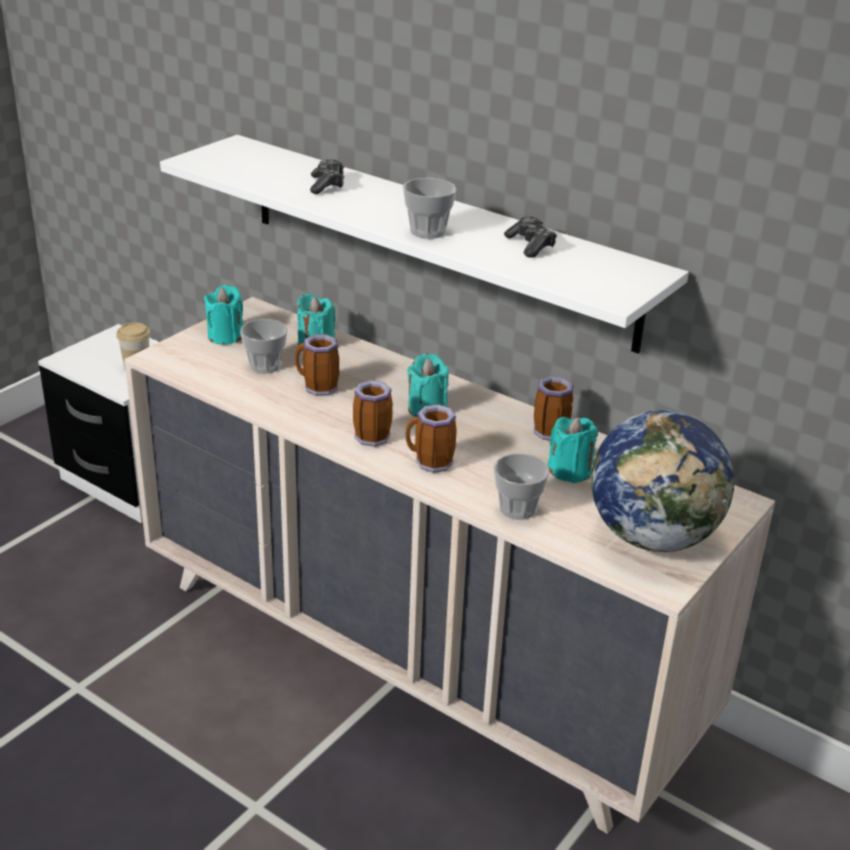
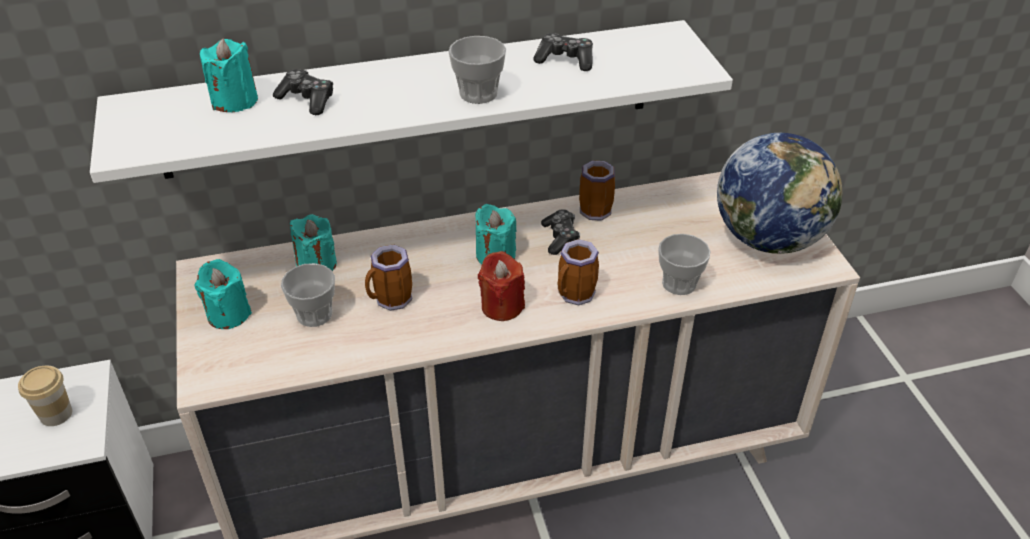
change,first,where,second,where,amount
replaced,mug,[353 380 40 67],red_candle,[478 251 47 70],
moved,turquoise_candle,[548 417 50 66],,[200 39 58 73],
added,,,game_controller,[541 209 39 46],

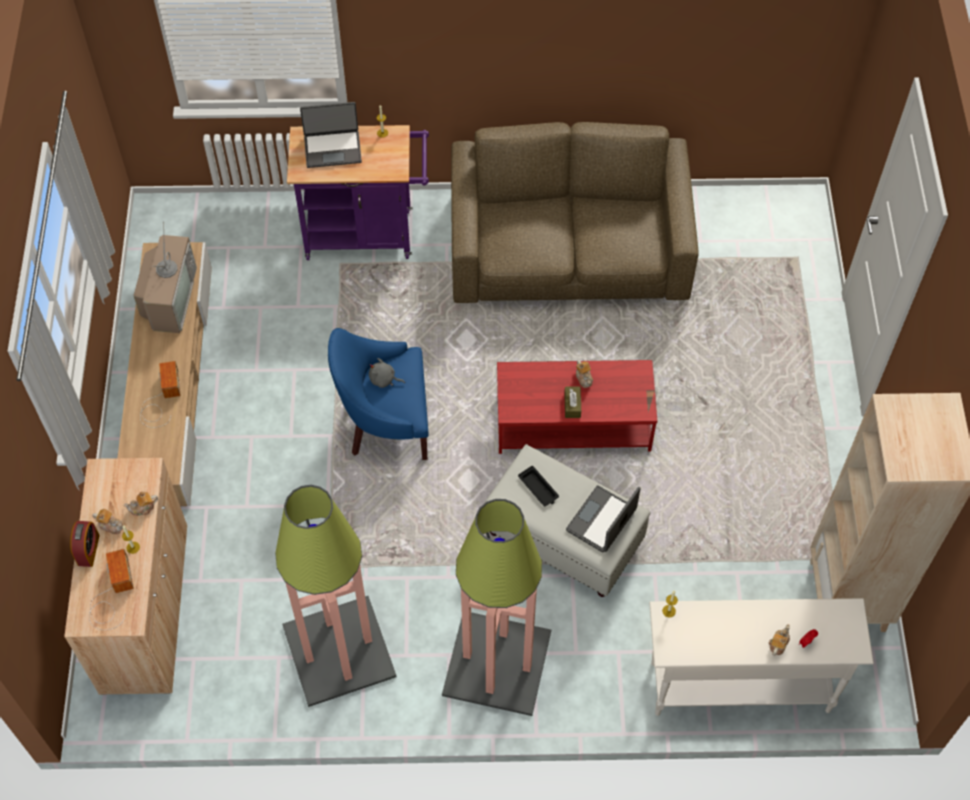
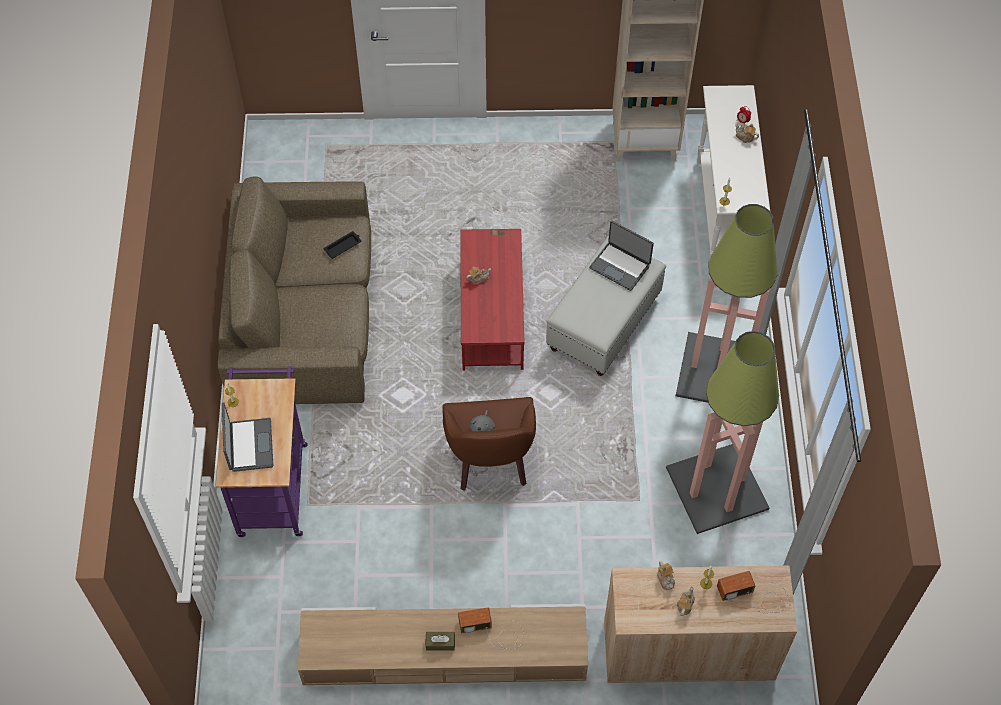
change,first,where,second,where,amount
removed,alarm_clock,[70 521 30 46],,,
removed,television,[134 222 63 111],,,
recoloured,blue_armchair,[328 328 100 132],brown_armchair,[442 397 94 94],
moved,black_tray,[518 466 41 40],,[324 231 37 28],
moved,brown_tissue_box,[564 387 17 31],,[425 632 30 19],

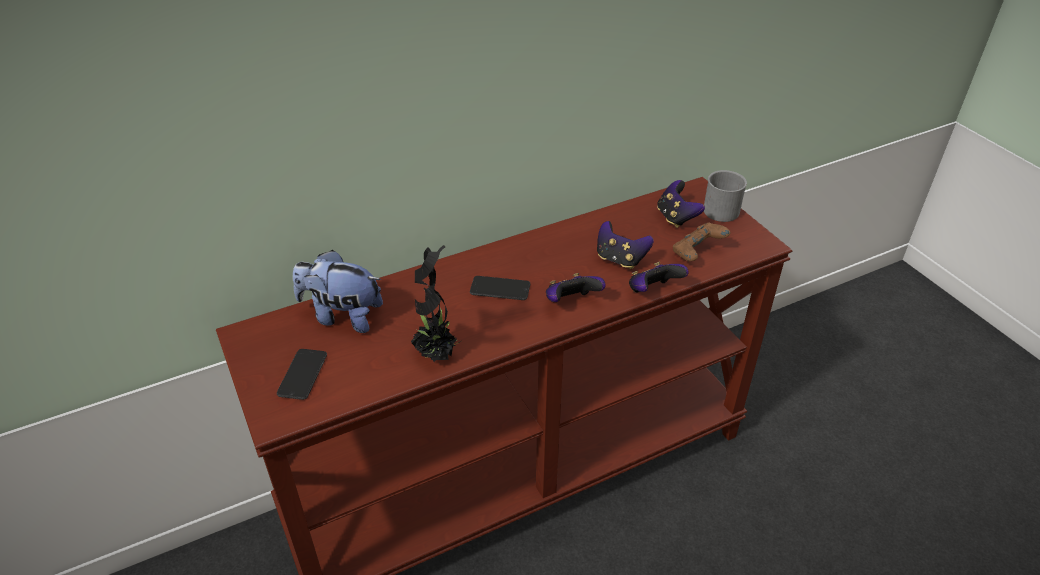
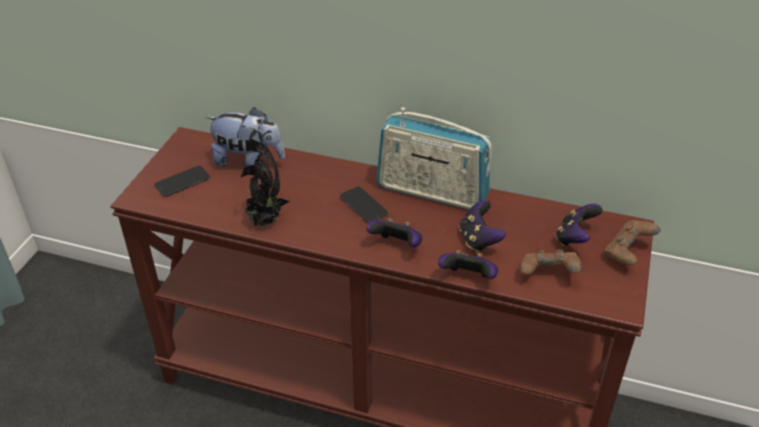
change,first,where,second,where,amount
turned,plush_toy,[293 250 90 83],,[205 107 80 60],135 degrees clockwise
replaced,grey_mug,[704 170 43 52],brown_game_controller,[604 220 57 46],
added,,,radio,[376 107 116 103],

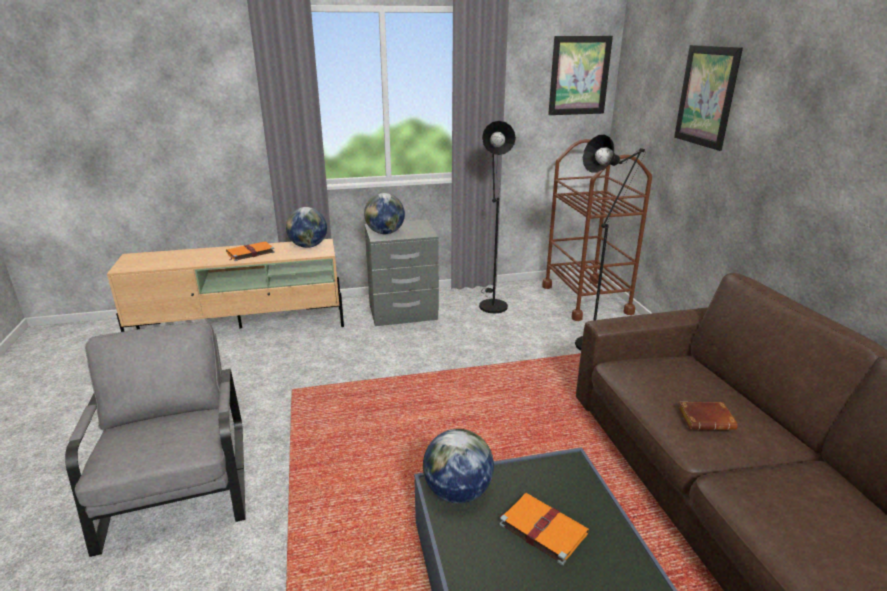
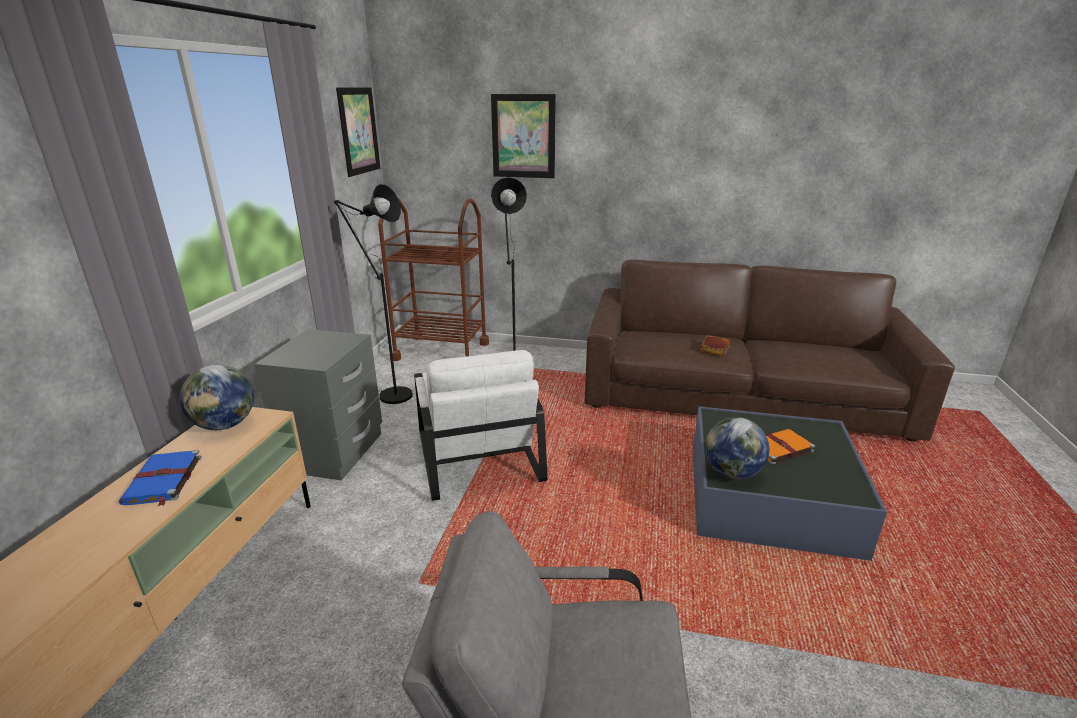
change,first,where,second,where,amount
recoloured,orange_book,[226 241 49 20],blue_book,[119 450 82 57],
removed,globe,[364 193 41 41],,,
added,,,white_armchair,[414 350 134 151],

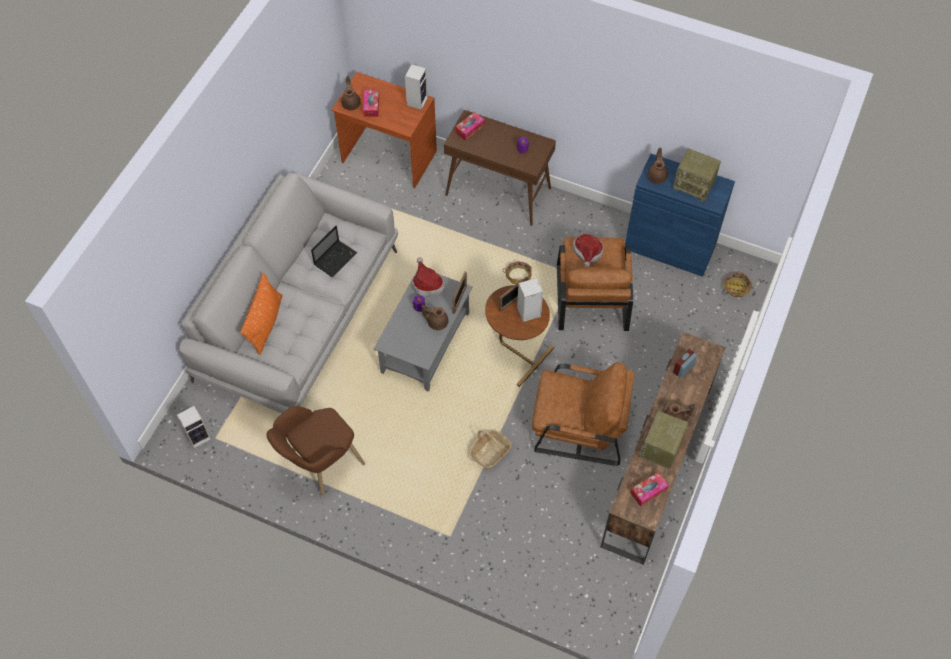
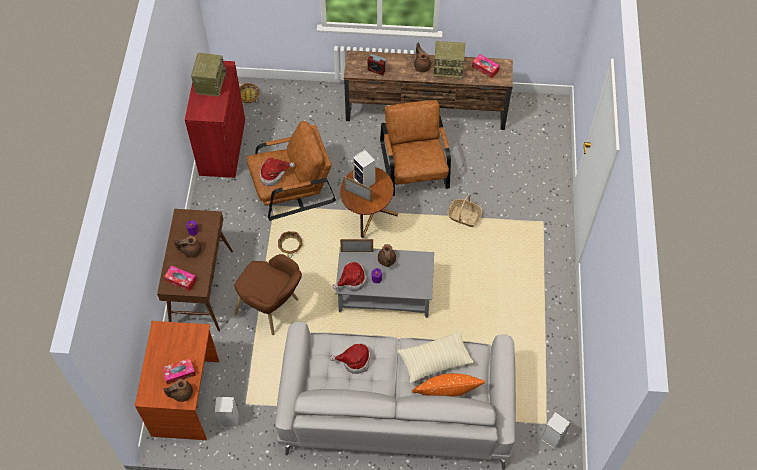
change,first,where,second,where,amount
moved,brown_armchair,[266 406 99 90],,[234 254 68 81],
replaced,laptop,[311 226 46 51],hat,[330 343 40 31],
moved,speaker,[405 64 23 46],,[215 397 24 31],
recoloured,blue_cabinet,[625 154 110 123],red_cabinet,[185 61 60 117],
moved,brown_teapot,[647 148 21 36],,[174 236 28 22],
added,,,beige_pillow,[397 330 77 53],

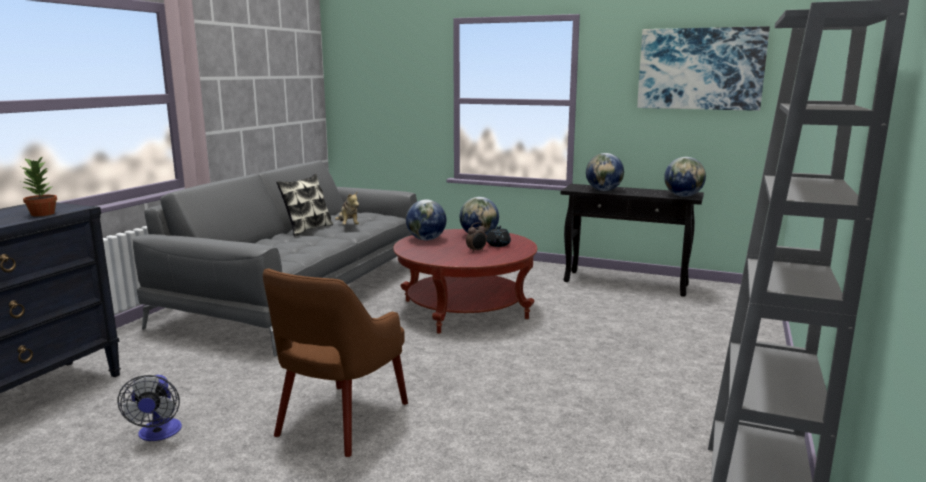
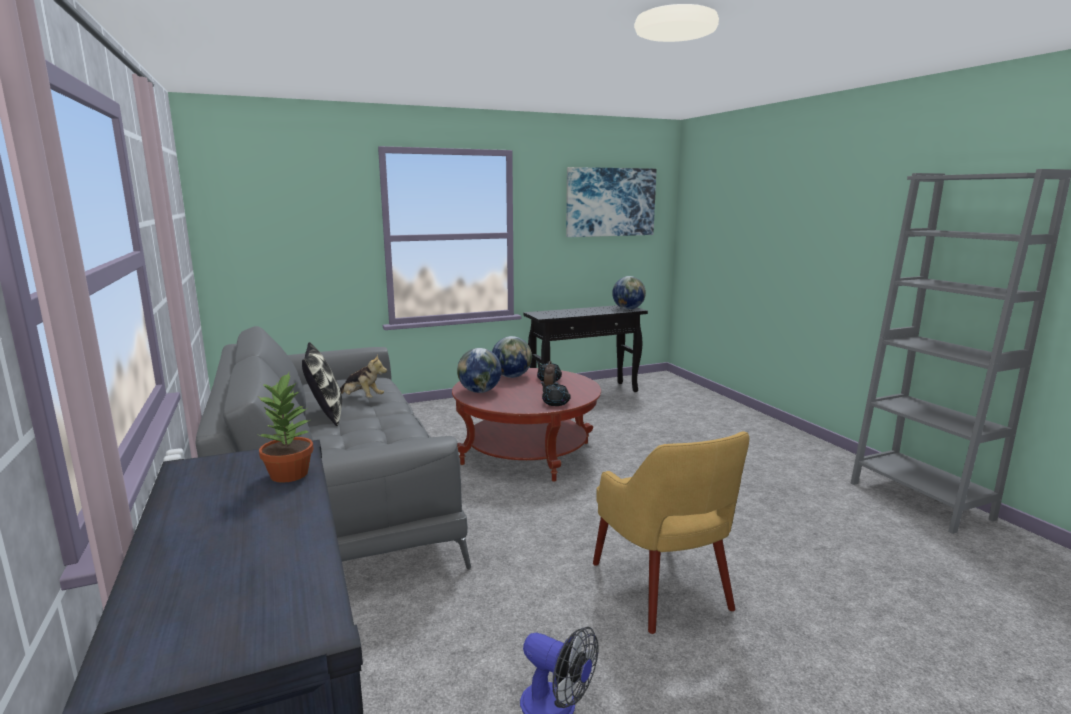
change,first,where,second,where,amount
recoloured,brown_armchair,[263 268 145 189],yellow_armchair,[593 431 157 203],
removed,globe,[586 153 38 38],,,
added,,,black_teapot,[541 382 30 24],

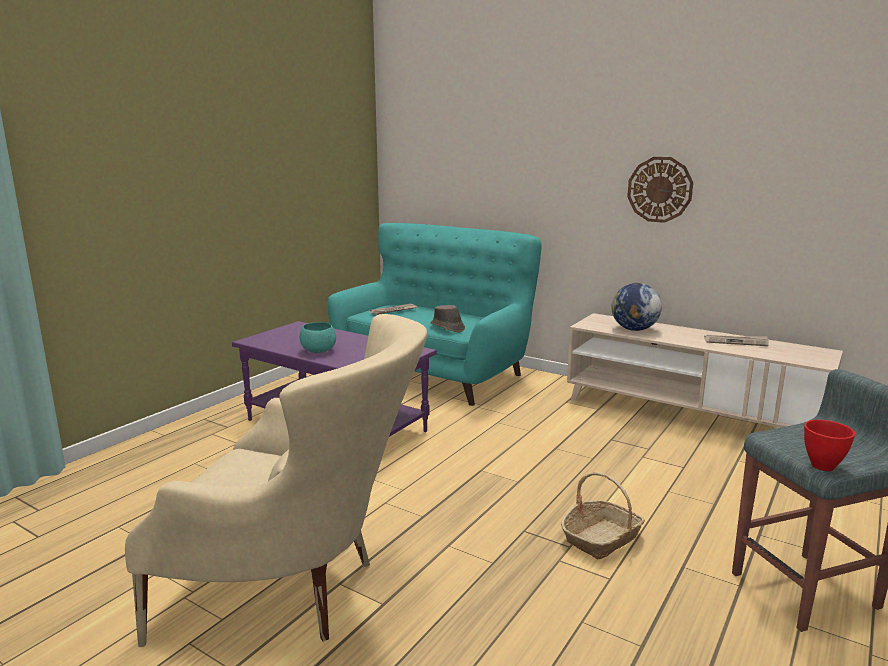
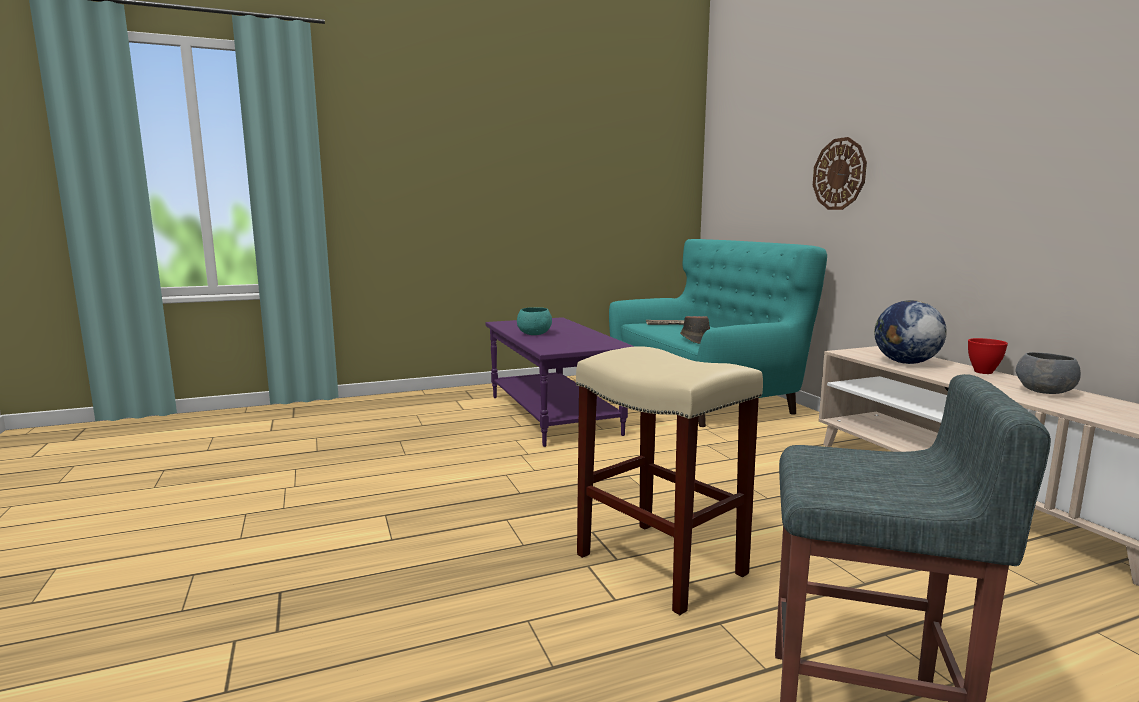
change,first,where,second,where,amount
removed,beige_armchair,[125 314 302 333],,,
replaced,basket,[561 472 84 87],beige_stool,[576 346 187 269],
moved,wall_clock,[627 157 66 66],,[813 137 54 73],
replaced,newspaper,[704 335 65 11],grey_bowl,[1016 352 65 42],
moved,red_bowl,[804 420 51 51],,[968 338 40 36],

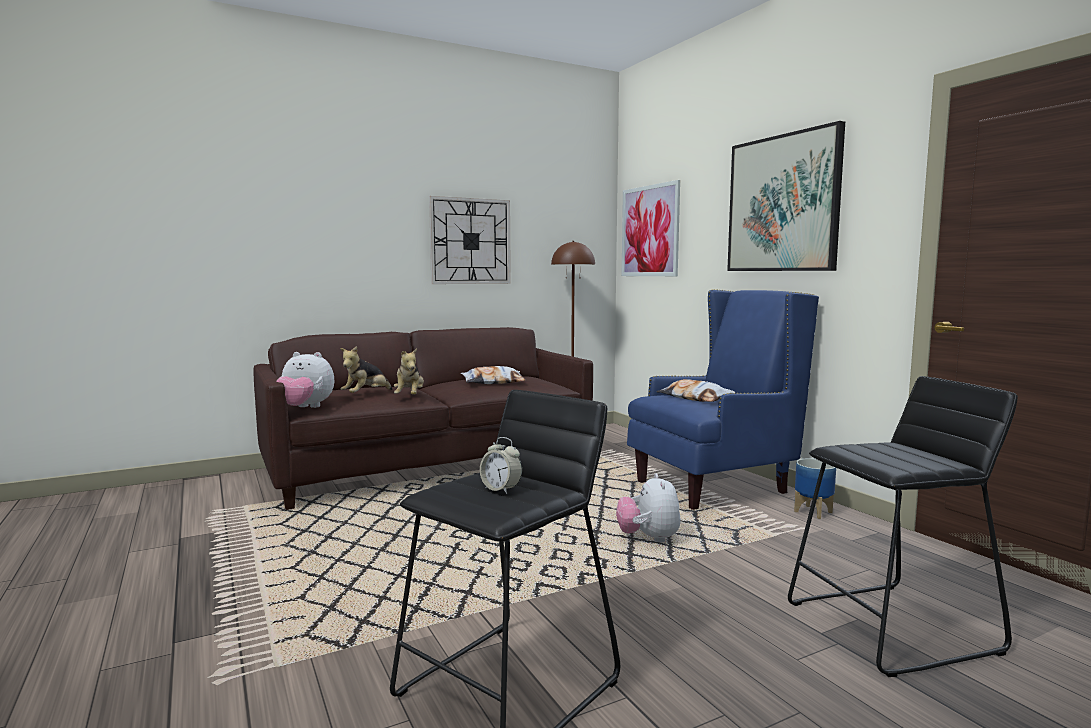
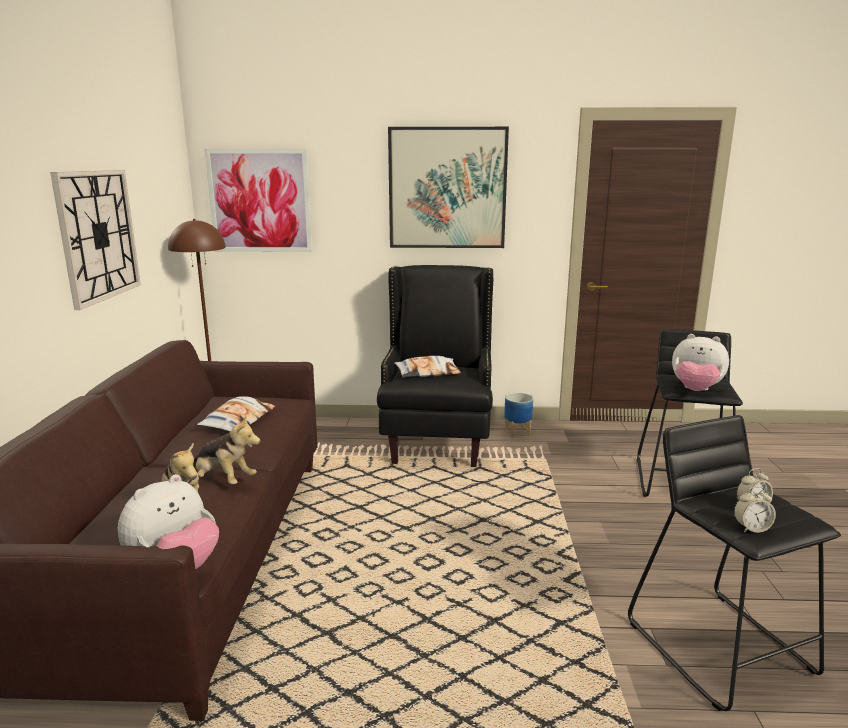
change,first,where,second,where,amount
moved,plush_toy,[616 473 65 69],,[672 334 57 57],
recoloured,blue_armchair,[627 289 192 221],black_armchair,[377 265 116 202],
added,,,alarm_clock,[734 486 42 47],

